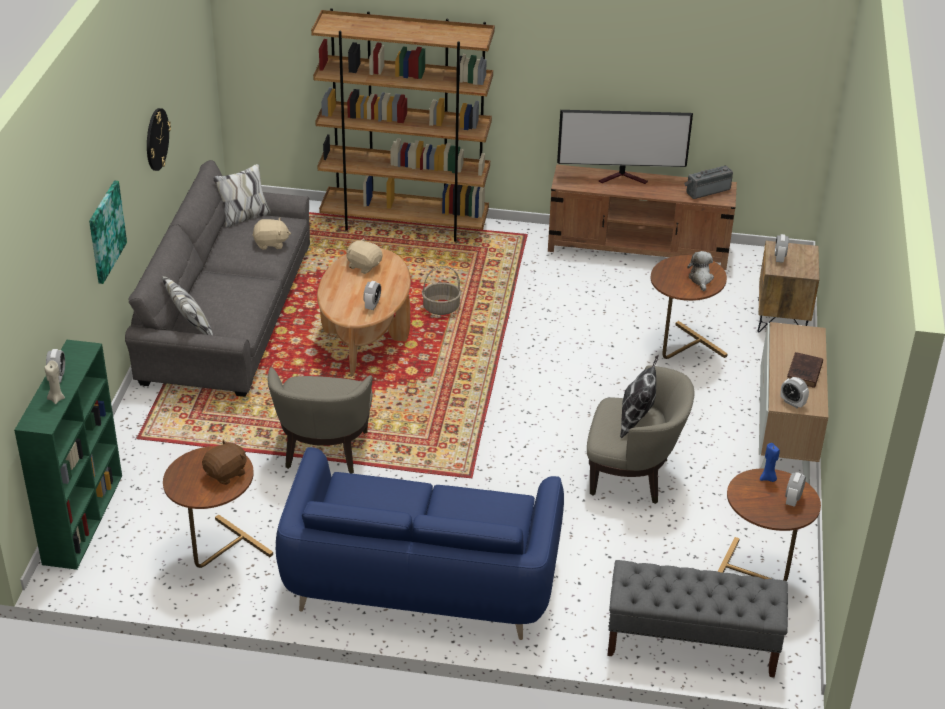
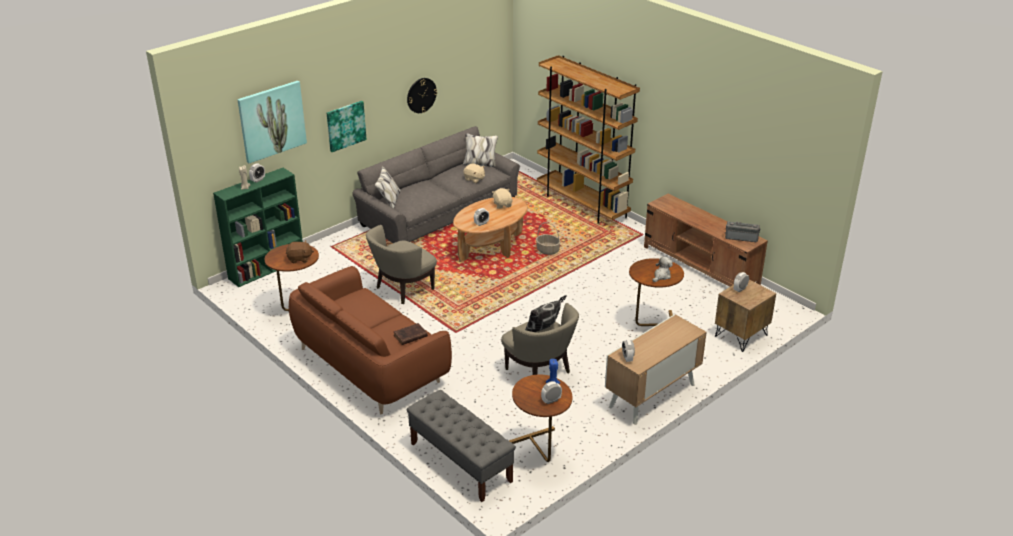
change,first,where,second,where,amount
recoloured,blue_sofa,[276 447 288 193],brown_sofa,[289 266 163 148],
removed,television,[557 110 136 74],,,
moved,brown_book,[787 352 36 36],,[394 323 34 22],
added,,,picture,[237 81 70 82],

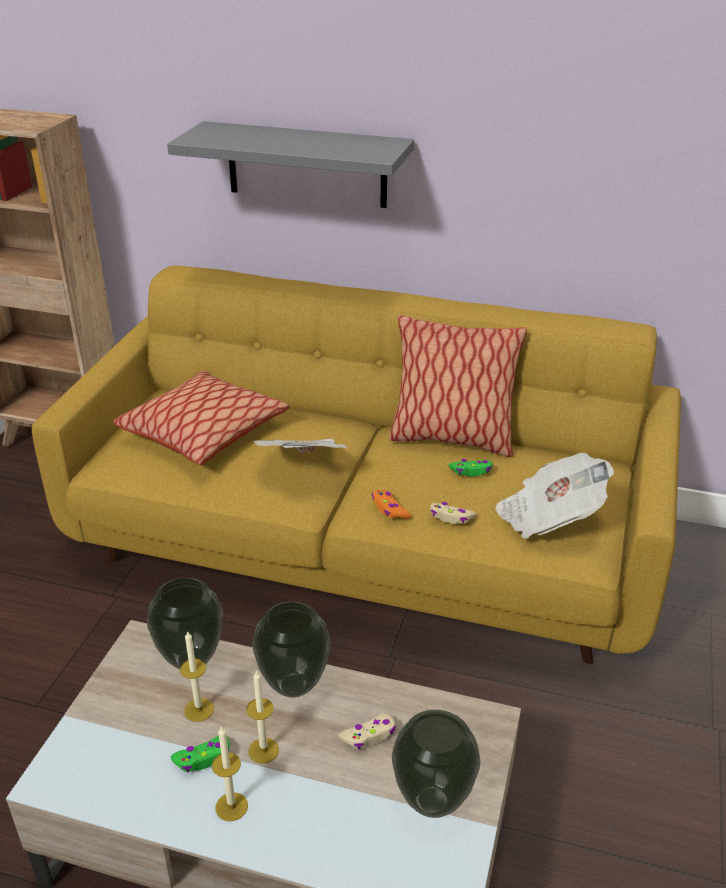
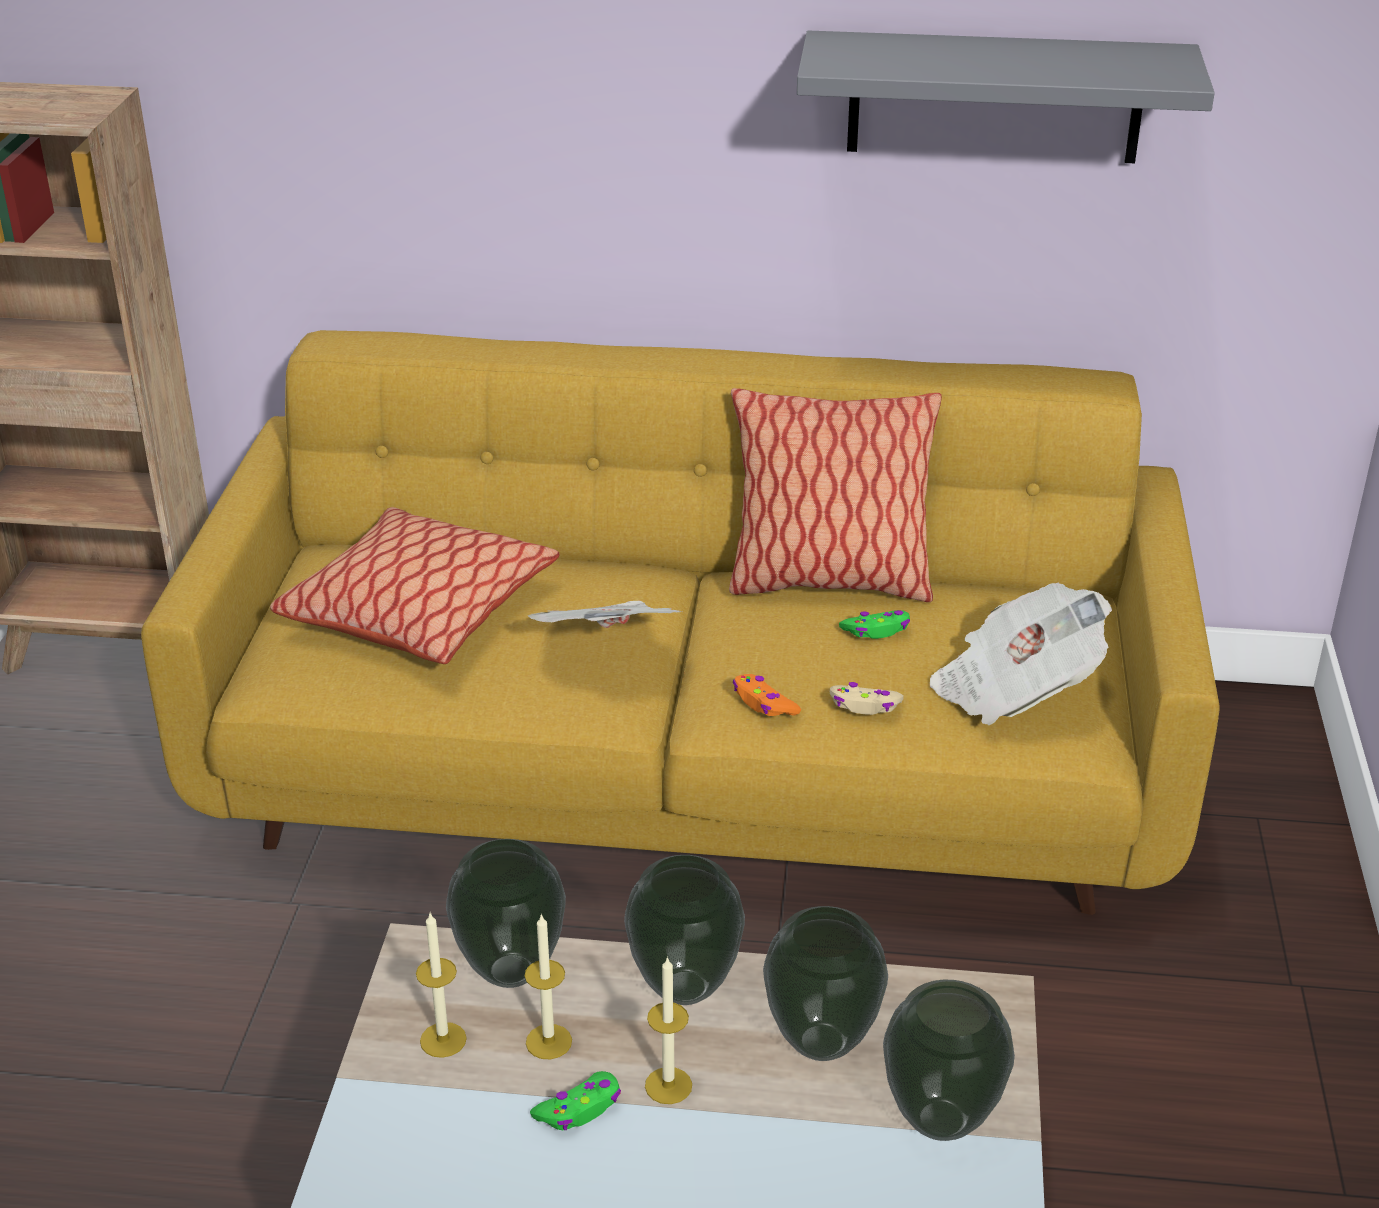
change,first,where,second,where,amount
moved,grey_shelf,[167 121 247 87],,[797 30 418 133],
moved,candle,[212 726 36 95],,[416 913 51 145],
replaced,beige_game_controller,[338 713 58 37],vase,[763 906 125 155],

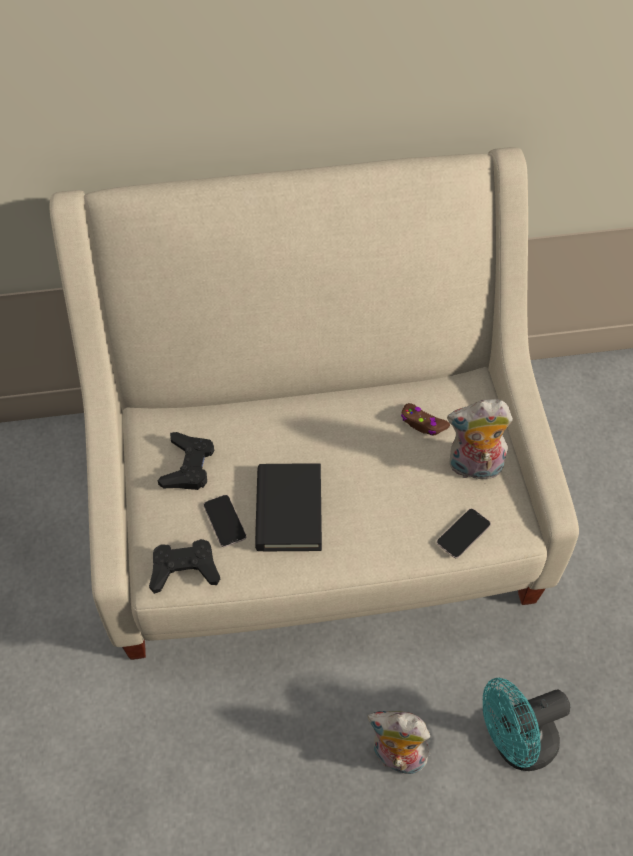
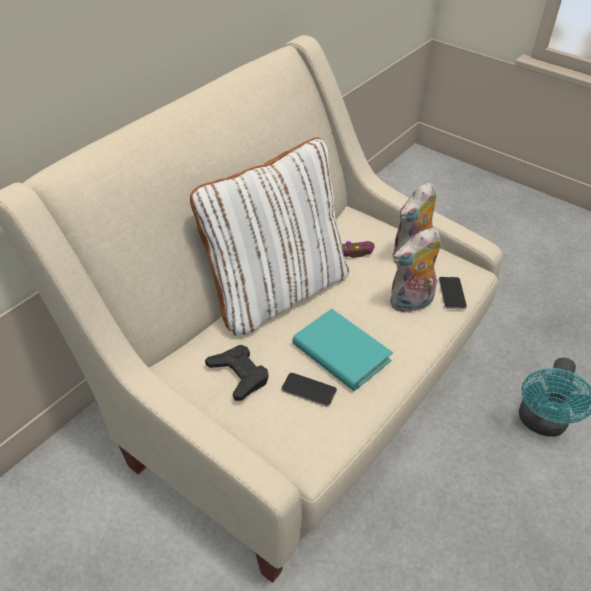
change,first,where,second,where,amount
removed,black_game_controller,[149 539 71 55],,,
recoloured,black_book,[255 463 67 88],turquoise_book,[292 309 101 82],
moved,plush_toy,[368 711 62 67],,[390 228 51 85],
added,,,white_pillow,[190 137 159 199],

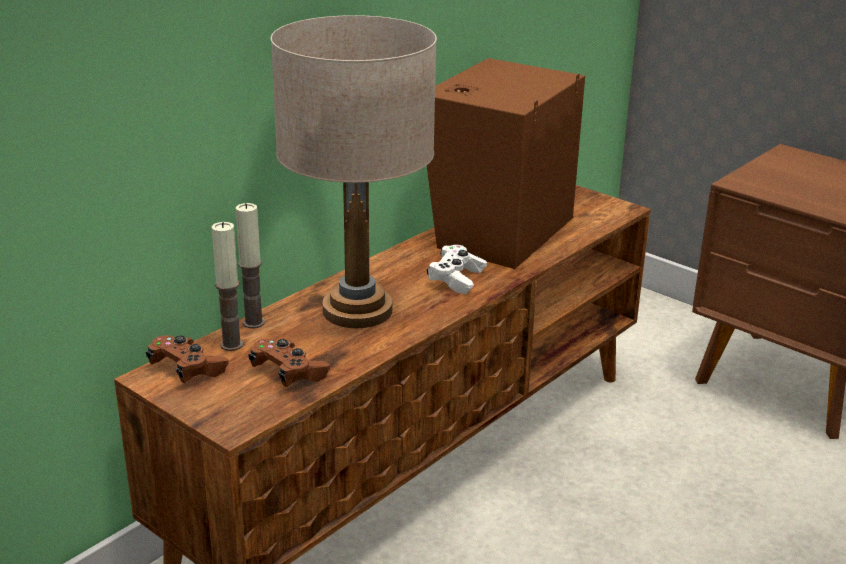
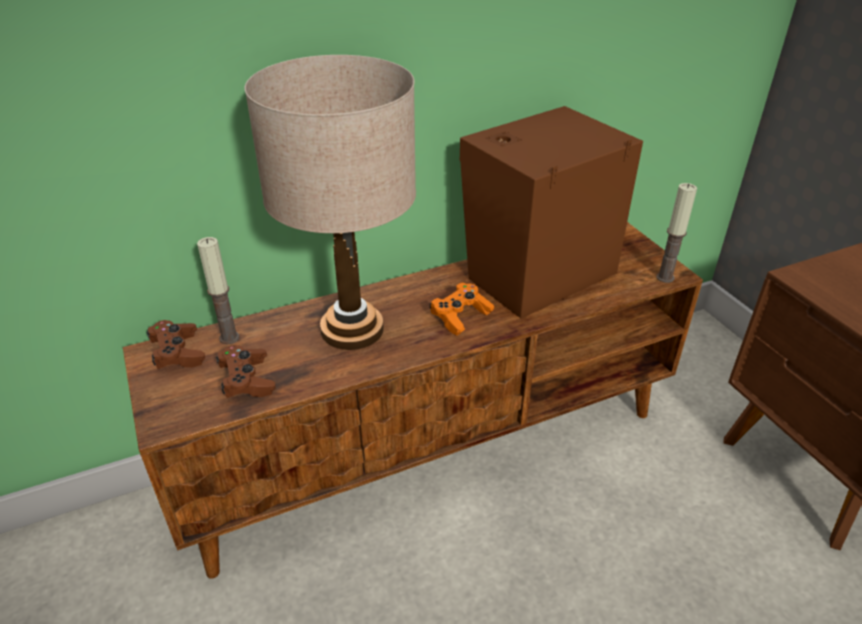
change,first,where,second,where,amount
moved,candle,[236 203 29 125],,[656 183 41 100],
recoloured,white_game_controller,[427 245 60 49],orange_game_controller,[430 283 64 53],

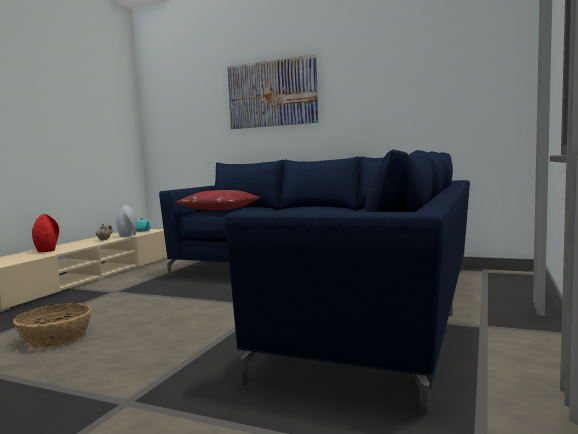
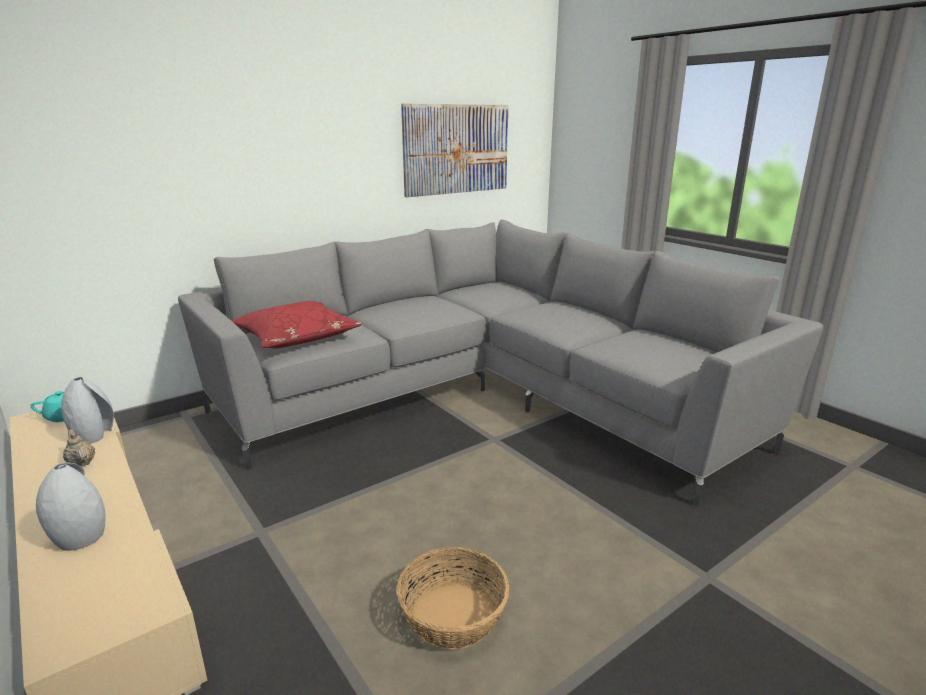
change,first,where,second,where,amount
recoloured,red_vase,[32 214 27 38],grey_vase,[36 463 70 88],
recoloured,blue_sofa,[159 149 311 267],grey_sofa,[178 219 645 287],
moved,picture,[227 54 91 75],,[401 104 107 93],

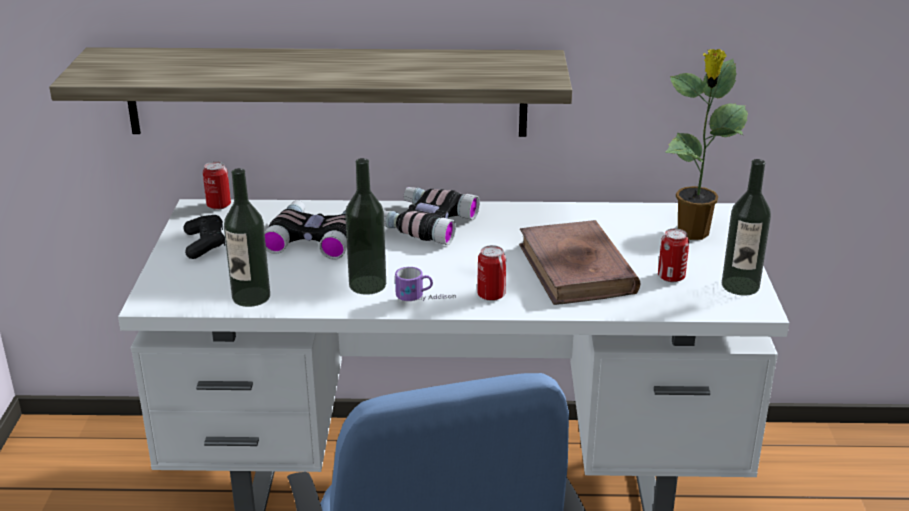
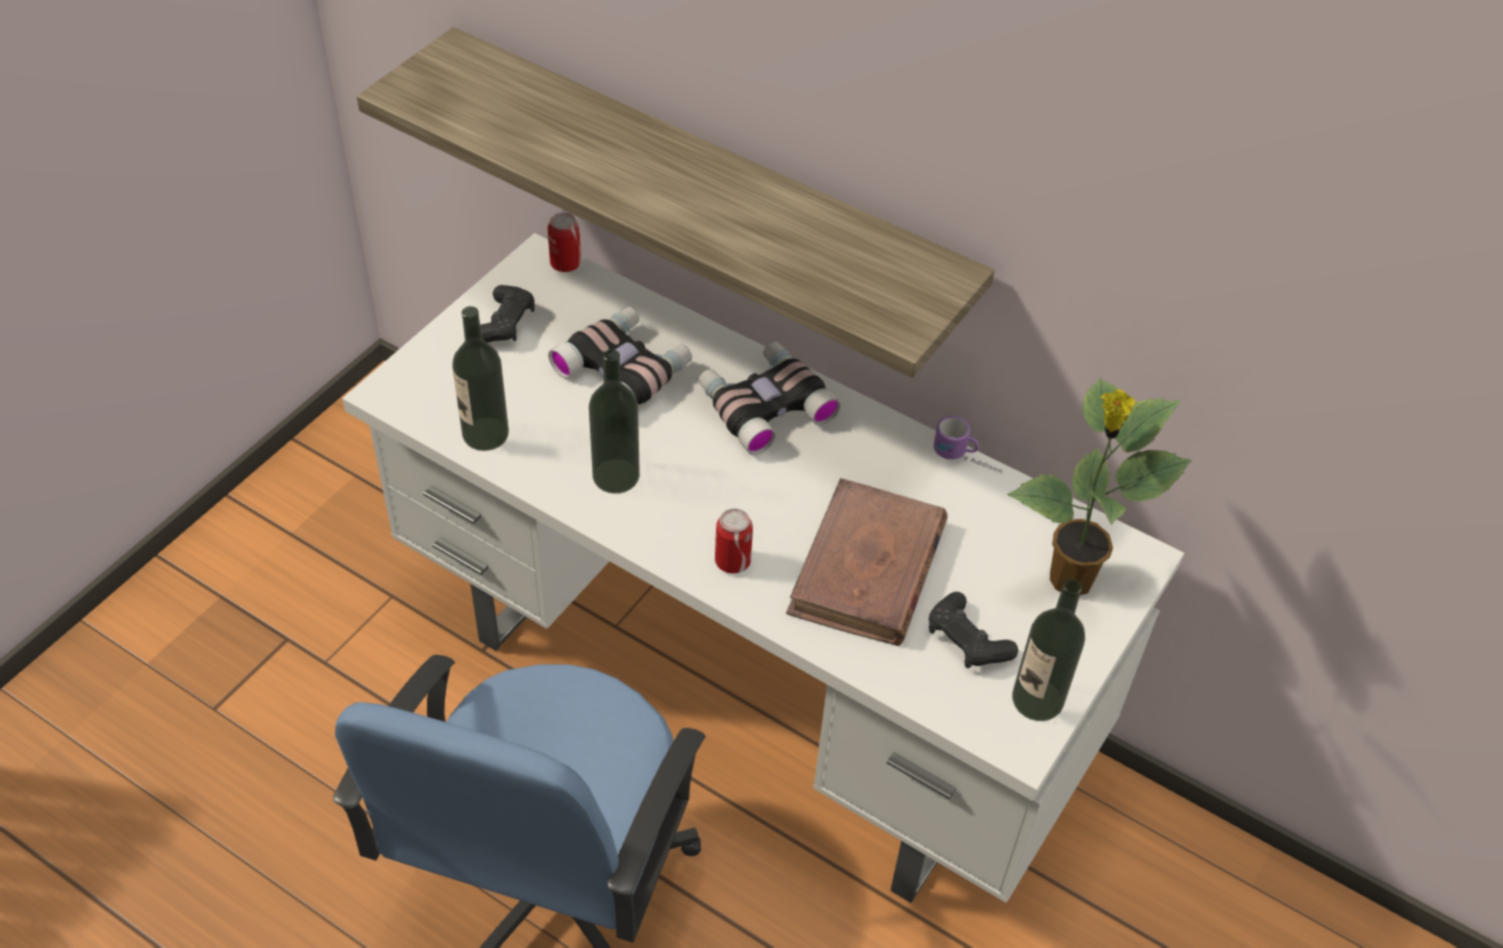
change,first,where,second,where,amount
moved,mug,[395 267 61 34],,[934 416 68 57],
replaced,can,[658 228 31 54],black_game_controller,[929 592 89 76],

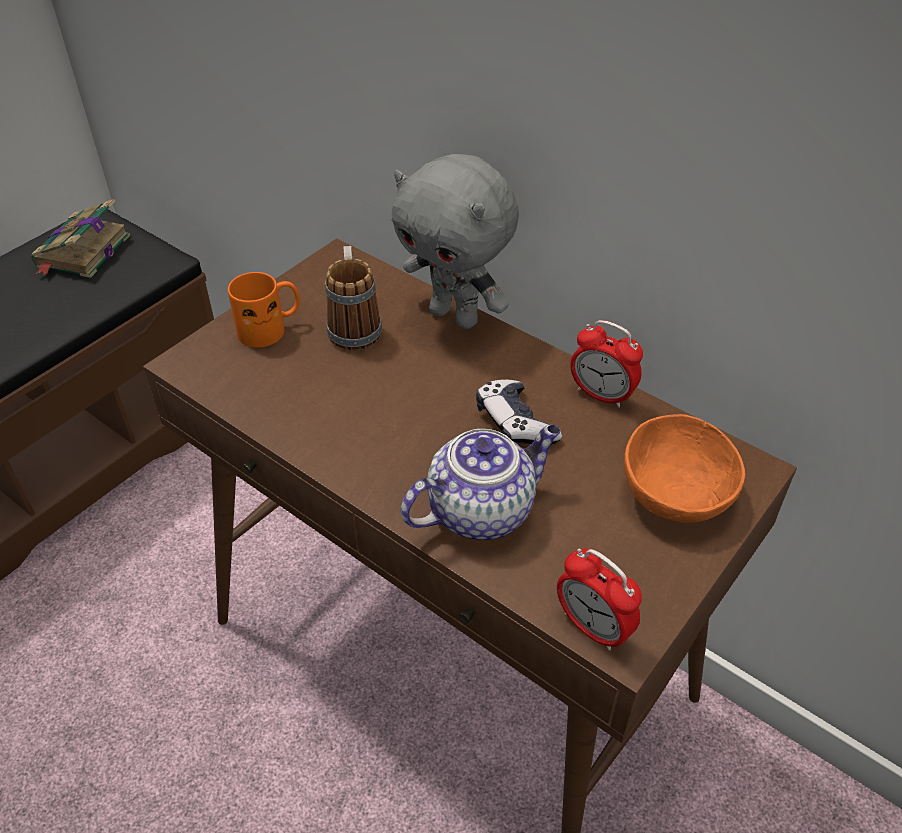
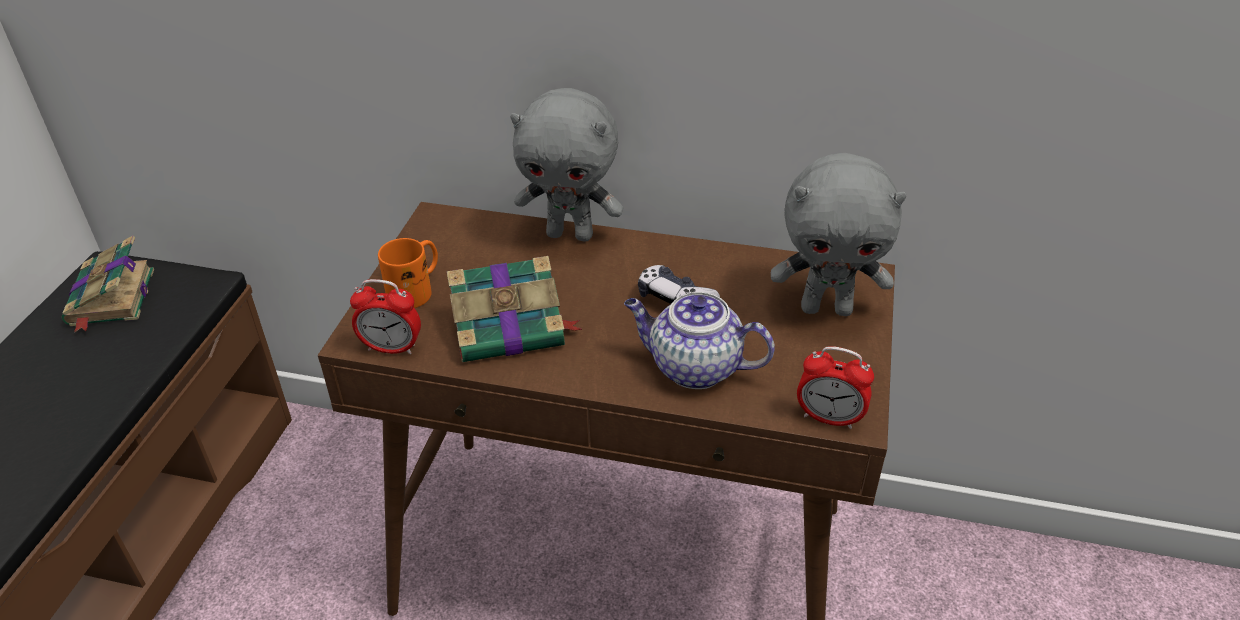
change,first,where,second,where,amount
removed,mug,[325 246 57 104],,,
turned,teapot,[401 425 160 115],,[624 292 151 97],105 degrees counterclockwise
moved,alarm_clock,[570 320 73 88],,[350 279 71 75],
replaced,orange_bowl,[624 414 121 109],grey_plush_toy,[771 153 136 163],
added,,,book,[447 256 135 106],

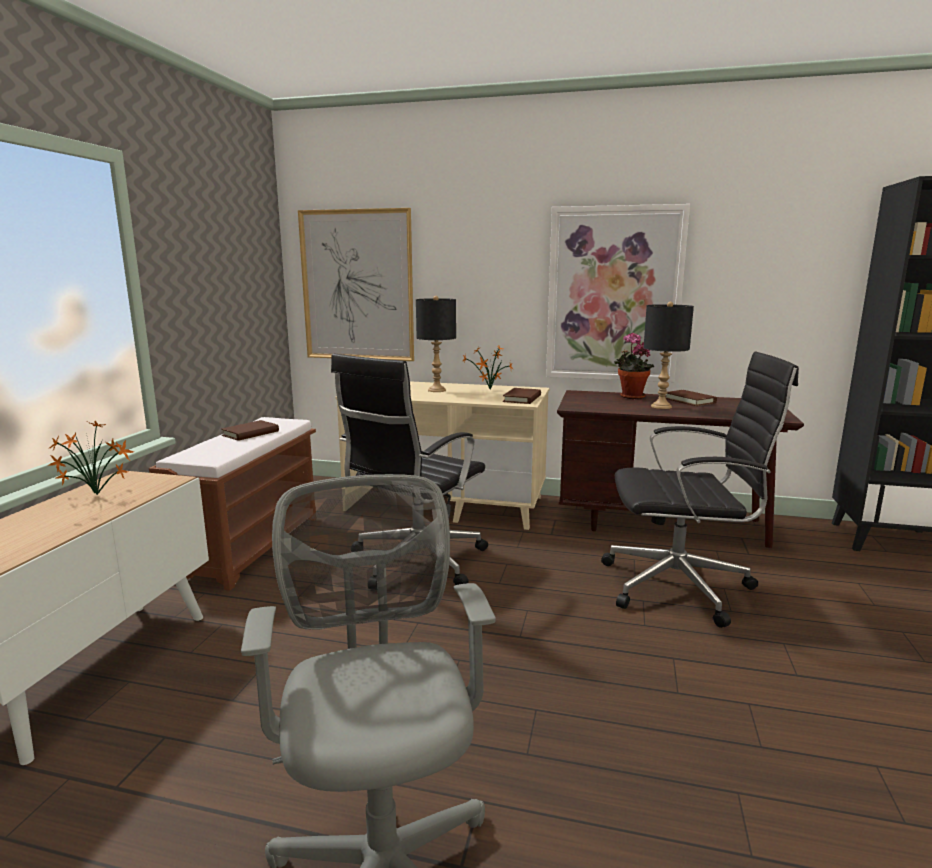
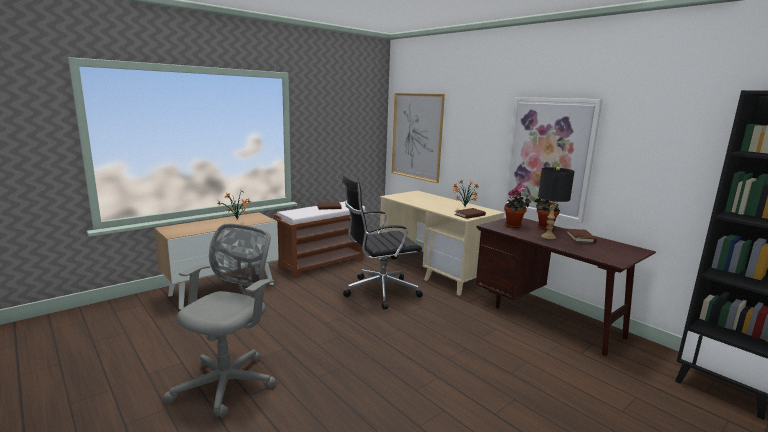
change,first,where,second,where,amount
removed,black_table_lamp,[416 296 40 96],,,
removed,black_office_chair,[601 352 198 276],,,
added,,,potted_plant,[504 183 27 45],

